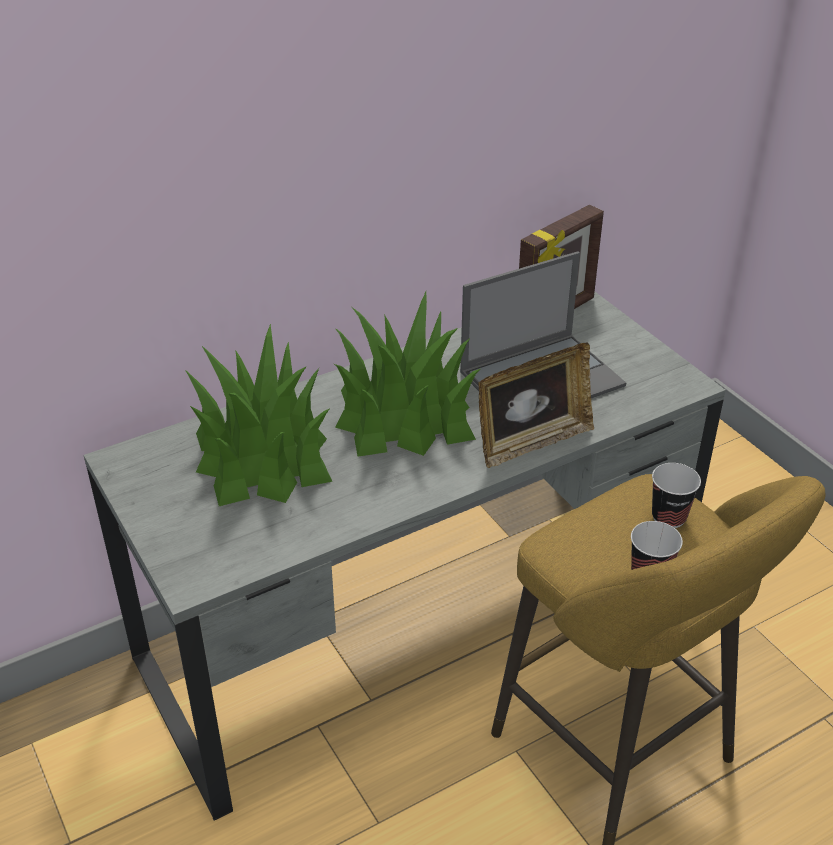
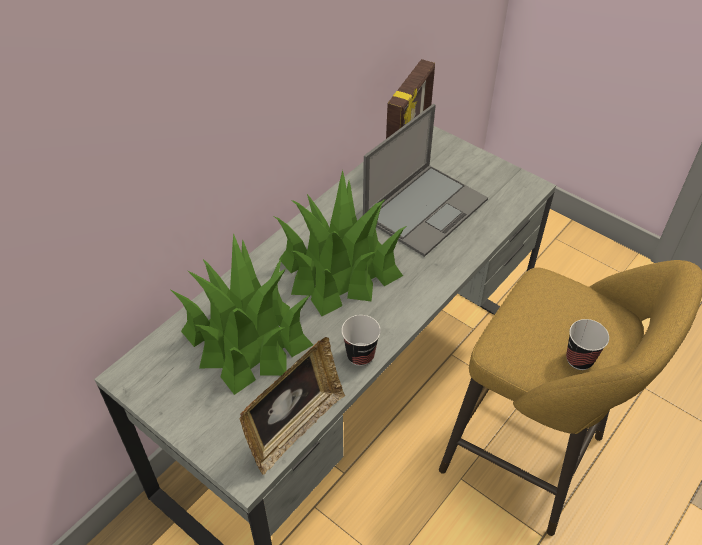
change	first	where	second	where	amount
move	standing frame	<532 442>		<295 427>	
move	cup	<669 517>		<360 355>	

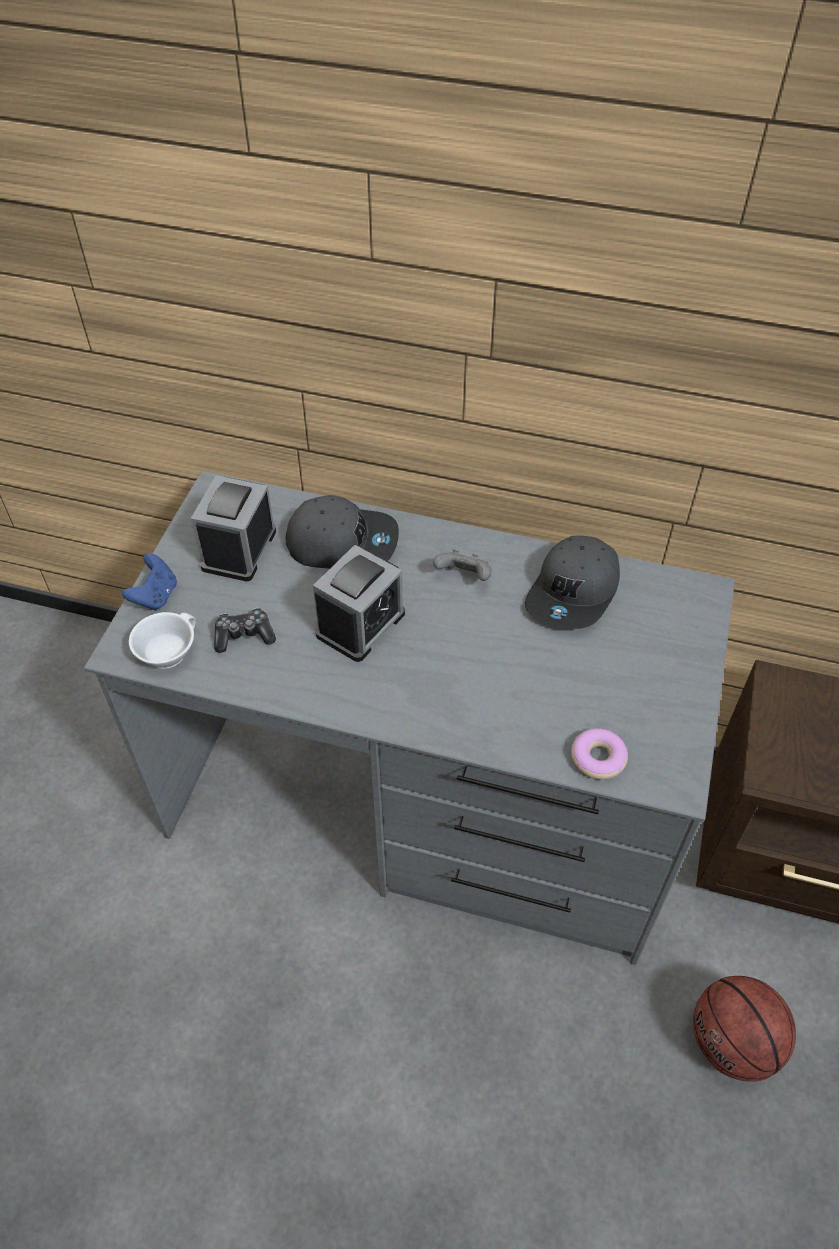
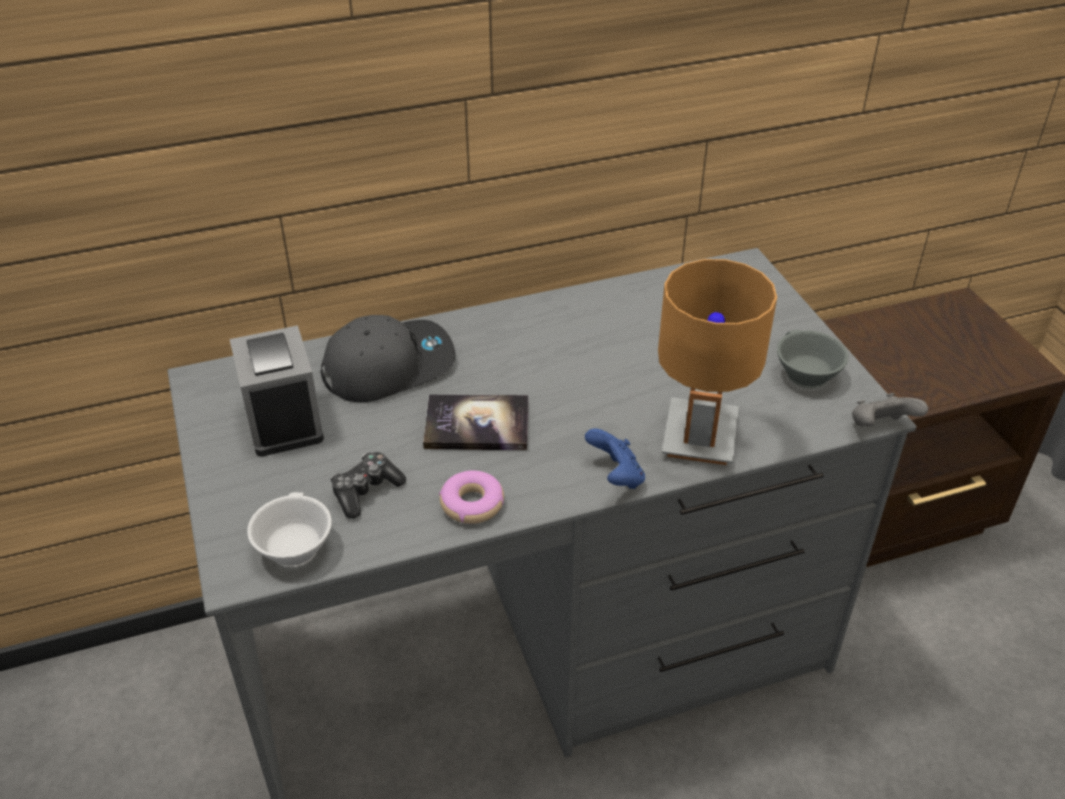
change	first	where	second	where	amount
delete	grey cap	<574 592>			
delete	basketball ball	<732 1043>			
insert			brownish table lamp	<698 437>	
insert			grey cup	<803 374>	
move	blue-coloured gamepad	<155 596>		<616 476>	
move	grey gamepad	<464 577>		<880 428>	
move	donut	<598 758>		<472 504>	
replace	table clock	<361 624>	volume	<477 424>	

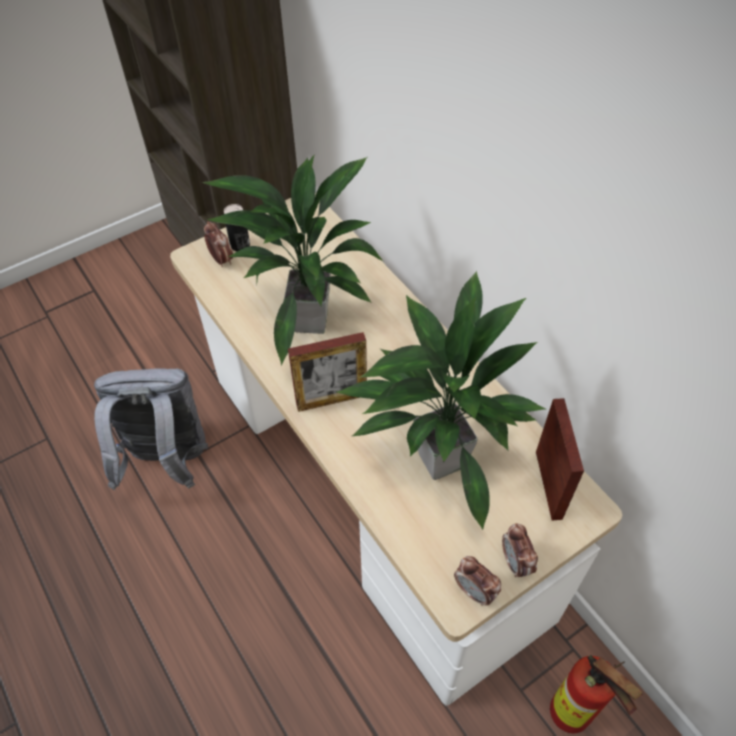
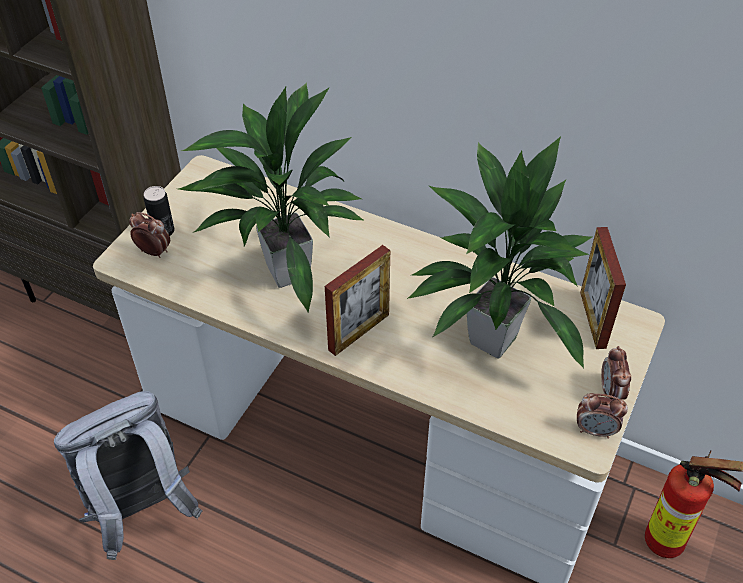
change	first	where	second	where	amount
rotate	table clock	<515 563>		<611 392>	45 degrees clockwise
rotate	standing frame	<548 484>		<592 319>	150 degrees counterclockwise

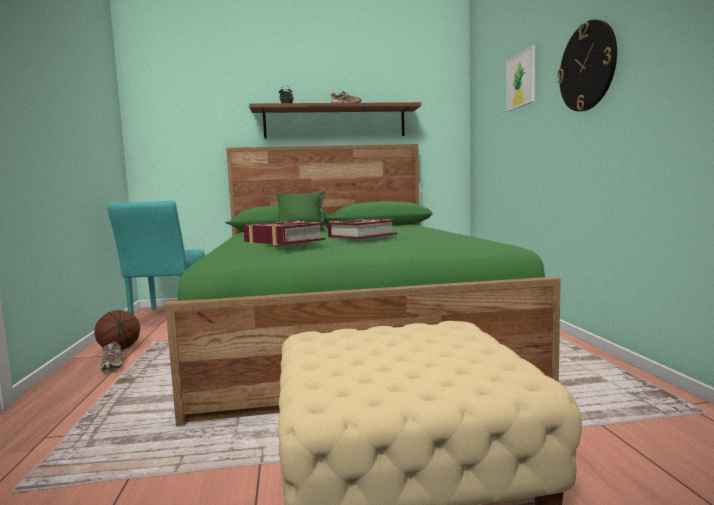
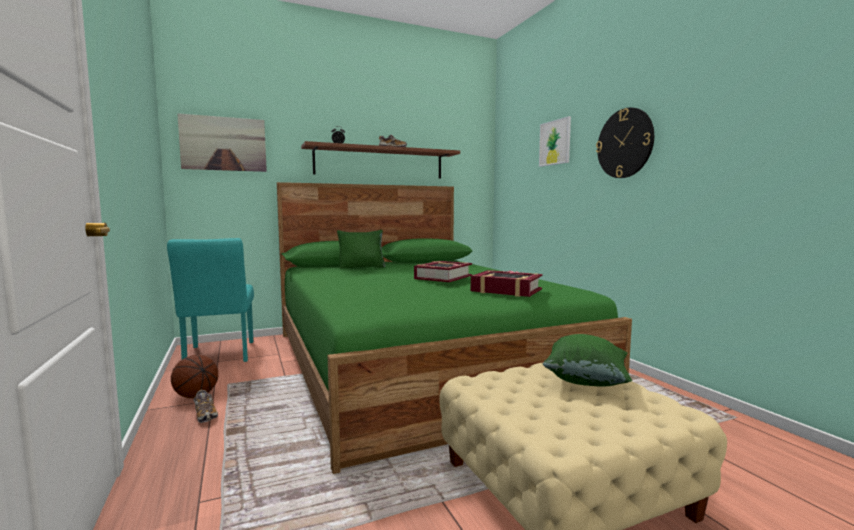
change	first	where	second	where	amount
insert			wall picture	<223 144>	
insert			green-coloured cushion	<586 381>	
move	volume	<283 241>		<506 290>	

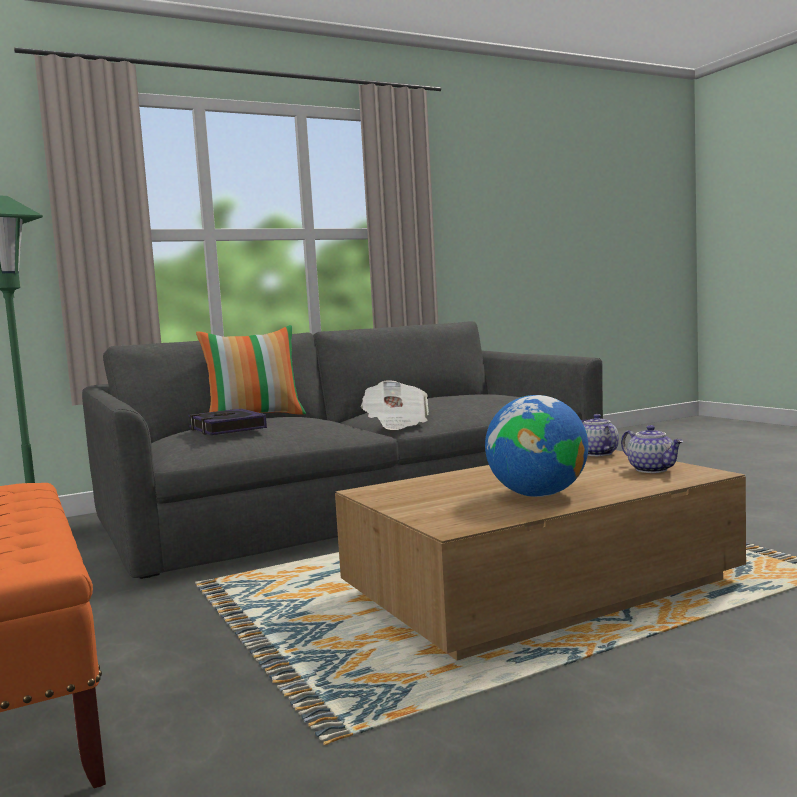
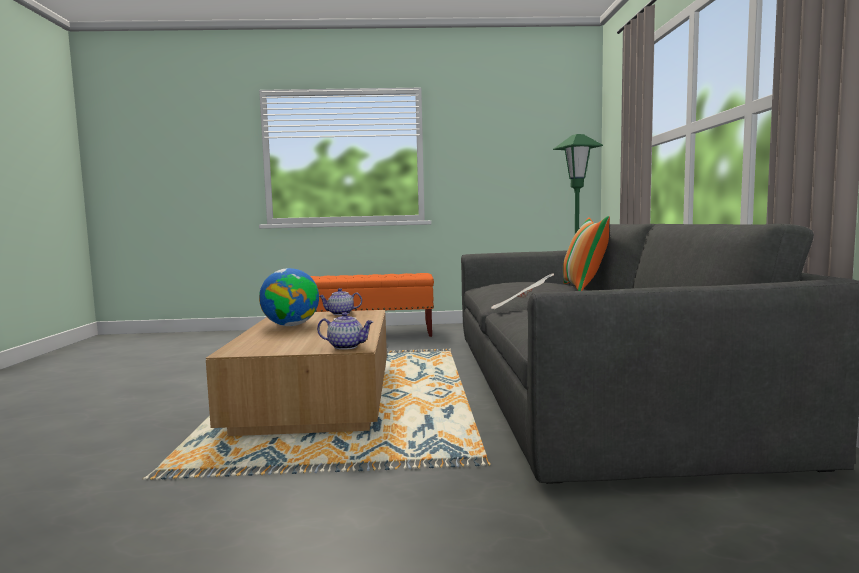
change	first	where	second	where	amount
delete	volume	<226 428>			
move	tea pot	<652 469>		<340 313>	

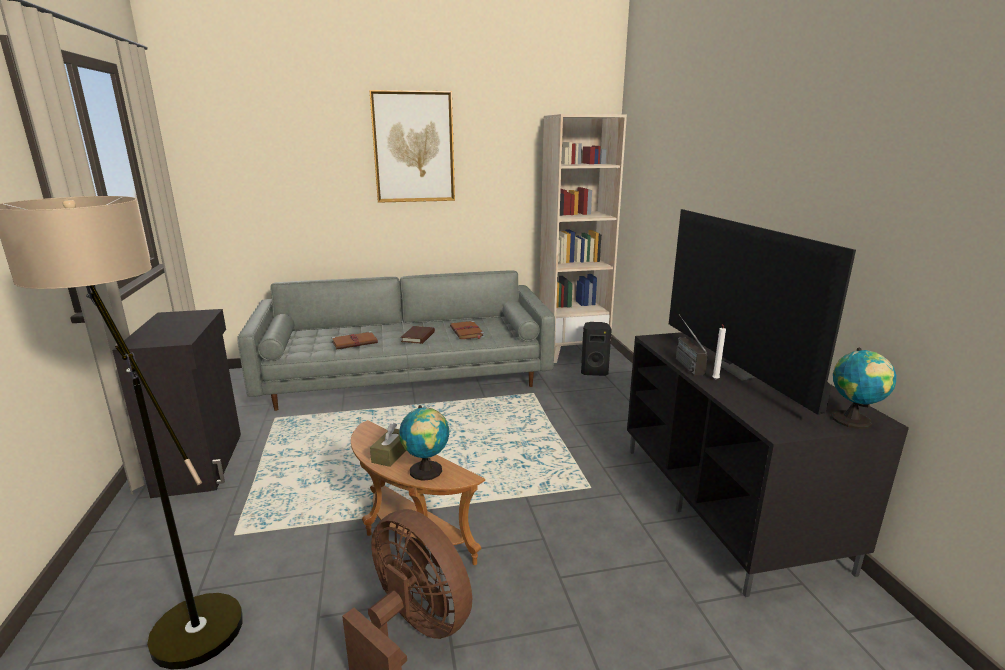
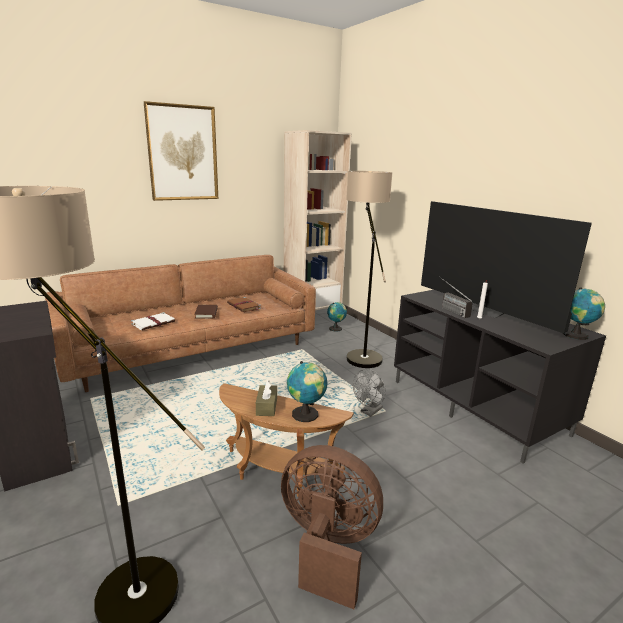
change	first	where	second	where	amount
insert			floor lamp	<360 353>	
insert			grey electric fan	<369 412>	
replace	black loudspeaker	<594 372>	desk globe	<336 328>	
recolor	grey couch	<406 377>	brownish couch	<191 349>	
recolor	brownish volume	<355 342>	white volume	<154 323>	

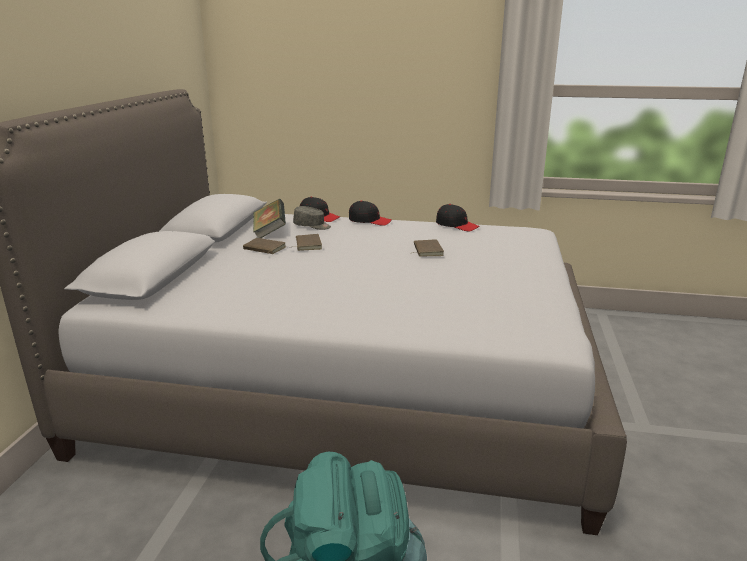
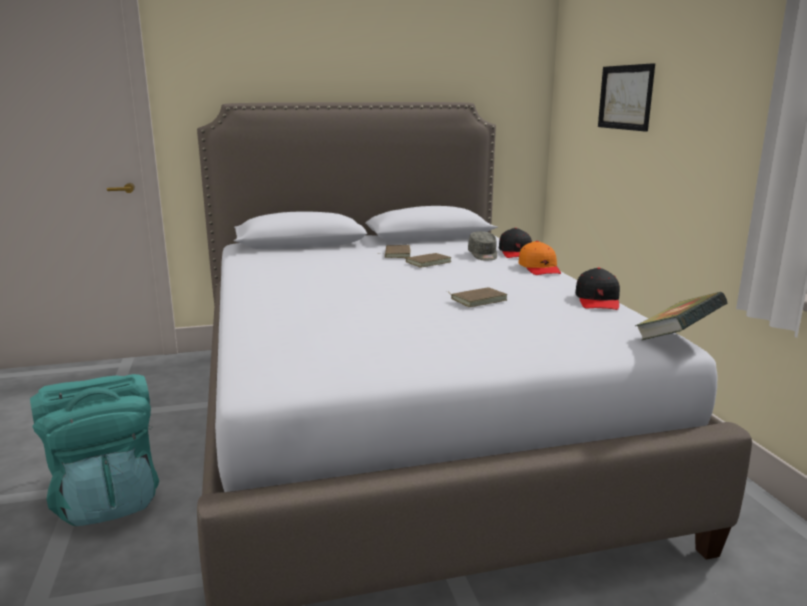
change	first	where	second	where	amount
insert			wall picture	<625 97>	
move	volume	<270 232>		<677 339>	
recolor	black cap	<369 221>	orange-coloured cap	<539 268>	

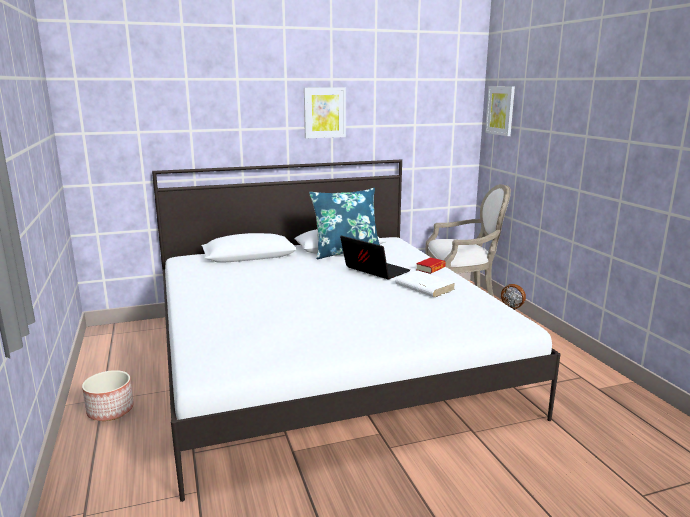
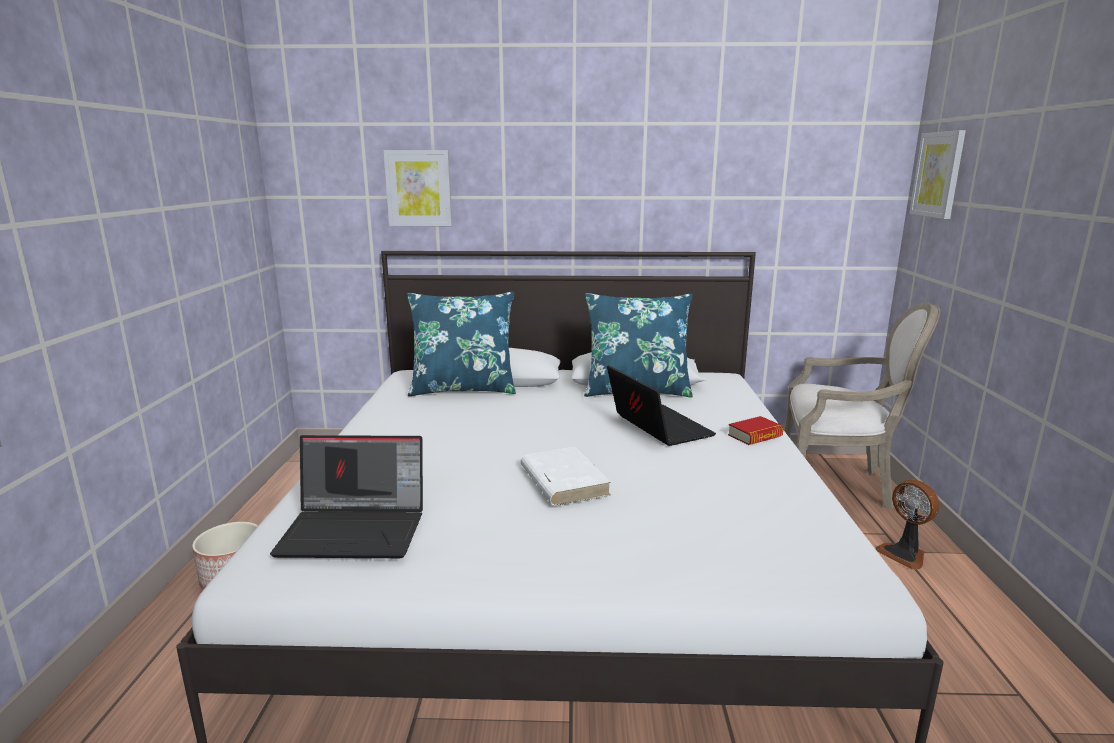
change	first	where	second	where	amount
insert			notebook computer	<356 530>	
insert			blue-coloured cushion	<463 389>	
move	wall picture	<324 112>		<419 188>	
move	white volume	<424 287>		<563 480>	

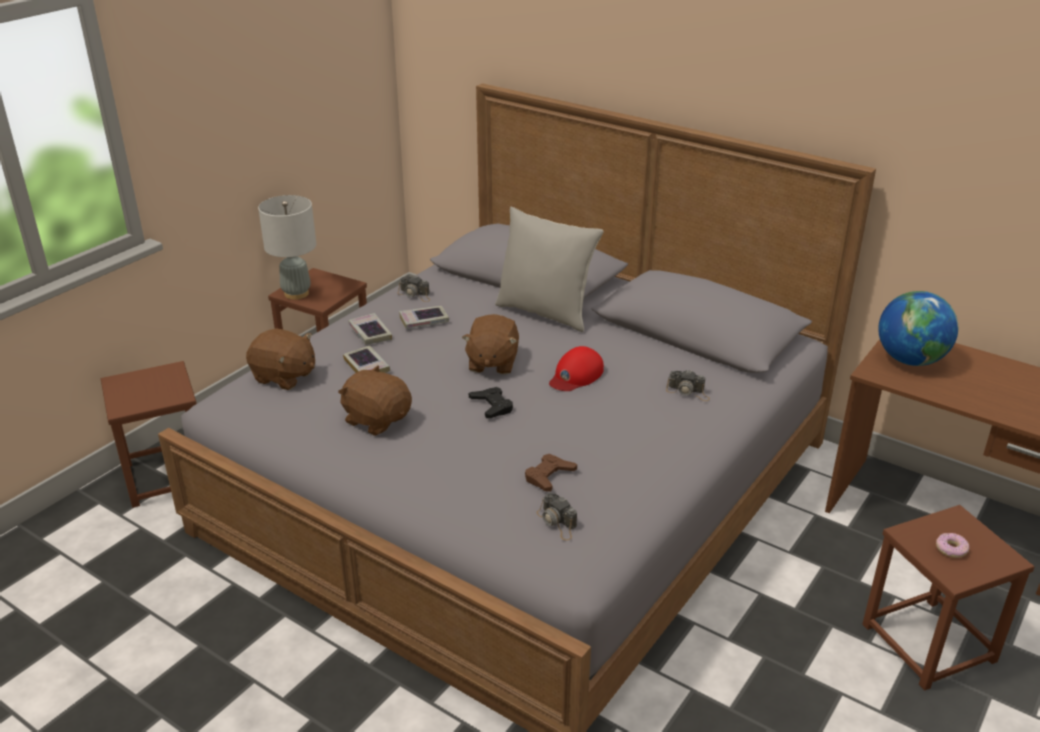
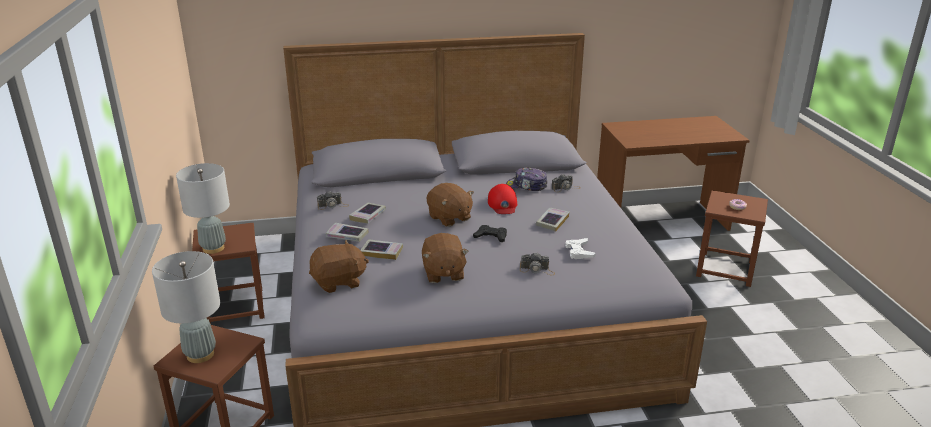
change	first	where	second	where	amount
delete	grey cushion	<545 312>			
delete	desk globe	<910 360>			
insert			grey table lamp	<200 354>	
insert			cap	<526 186>	
insert			volume	<552 222>	
move	still camera	<557 522>		<537 270>	
recolor	brownish gamepad	<549 476>	white gamepad	<579 252>	
rotate	brownish soft toy	<377 419>		<443 273>	90 degrees counterclockwise

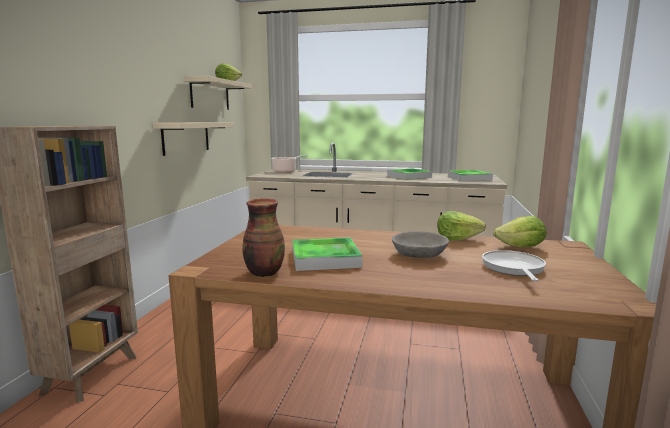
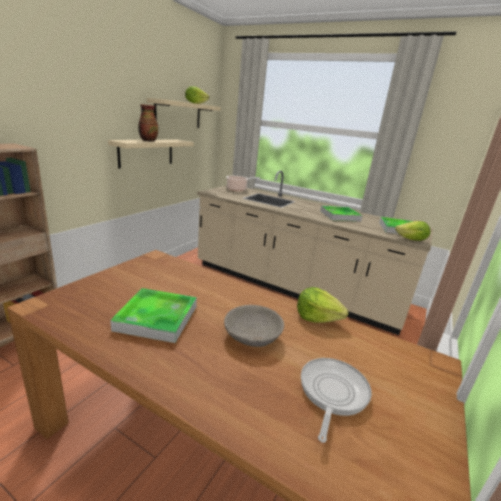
change	first	where	second	where	amount
move	vase	<263 272>		<148 141>	
move	head of lettuce	<521 247>		<411 240>	

